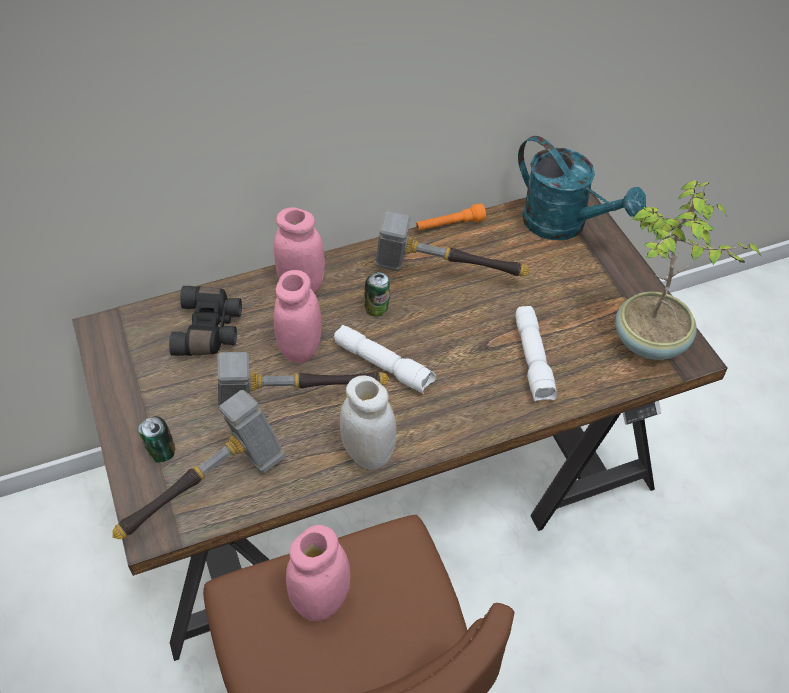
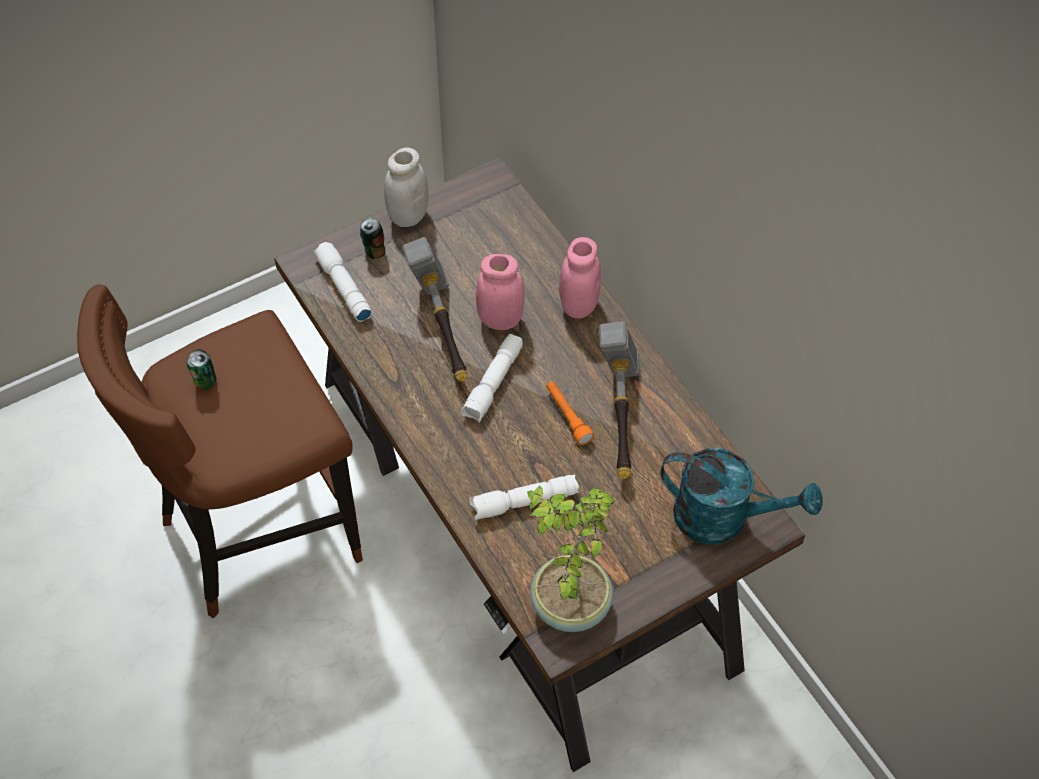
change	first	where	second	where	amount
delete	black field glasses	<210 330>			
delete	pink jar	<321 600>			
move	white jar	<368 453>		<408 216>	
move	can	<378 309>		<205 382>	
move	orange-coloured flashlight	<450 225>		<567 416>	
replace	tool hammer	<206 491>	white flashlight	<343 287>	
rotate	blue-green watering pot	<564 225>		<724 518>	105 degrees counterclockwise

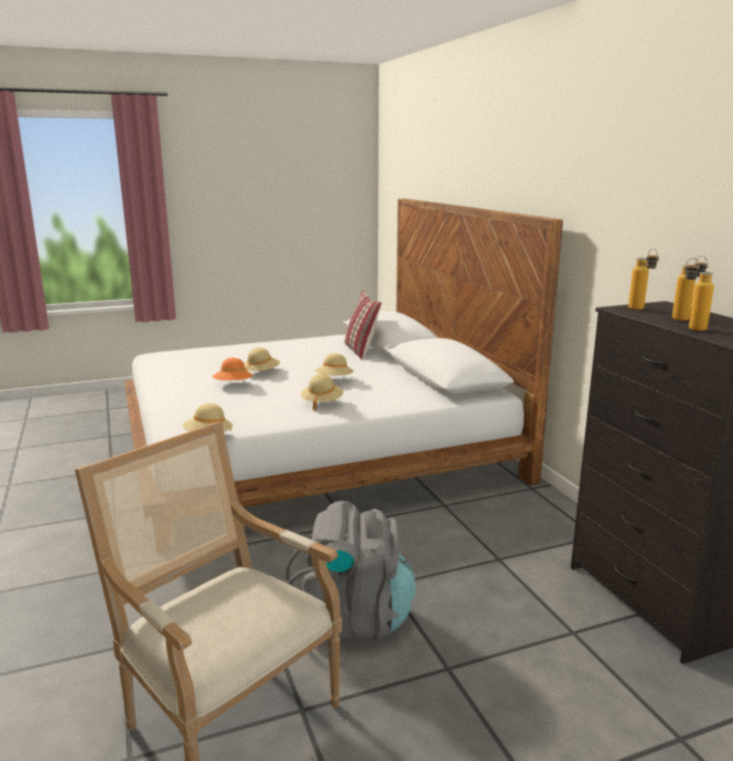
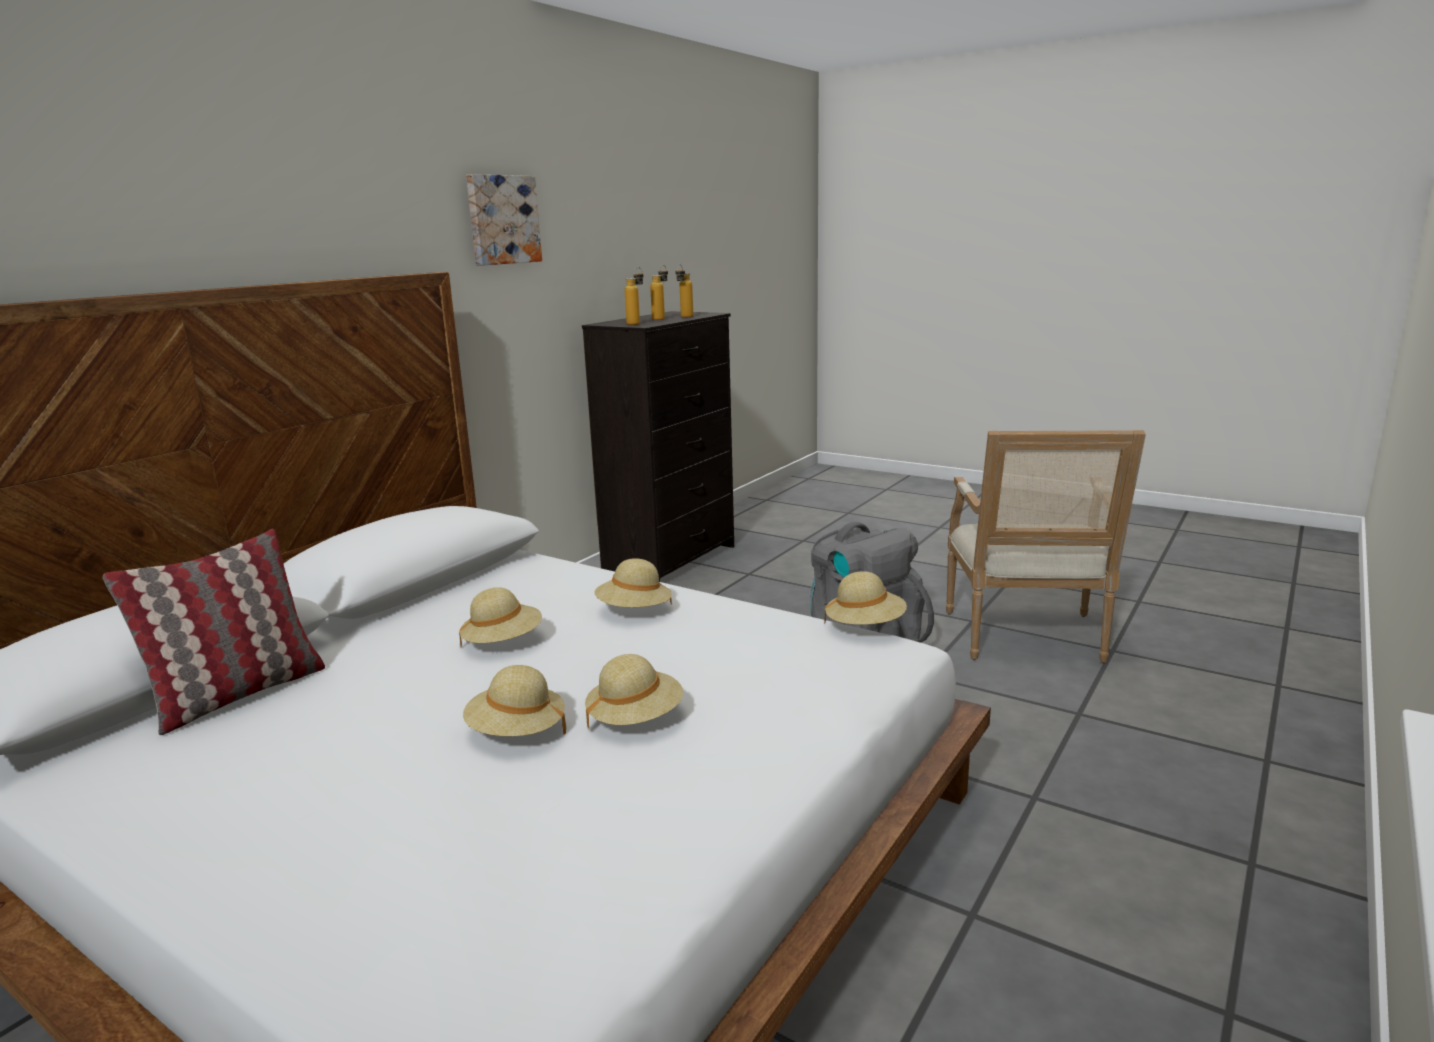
change	first	where	second	where	amount
insert			wall picture	<502 220>	
recolor	orange-coloured clothing hat	<233 385>	beige-coloured clothing hat	<635 719>	

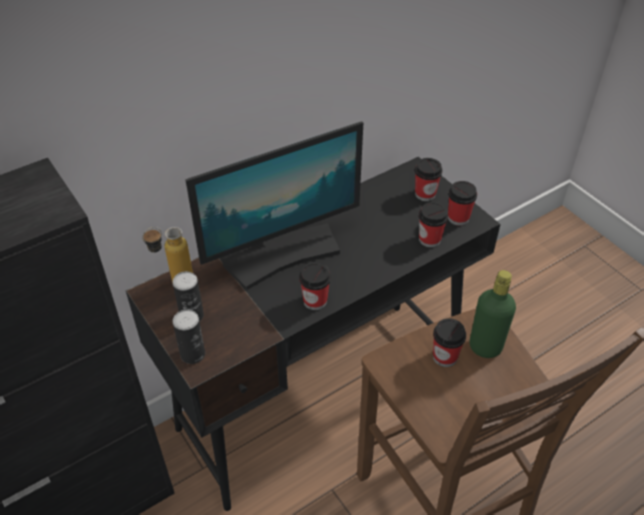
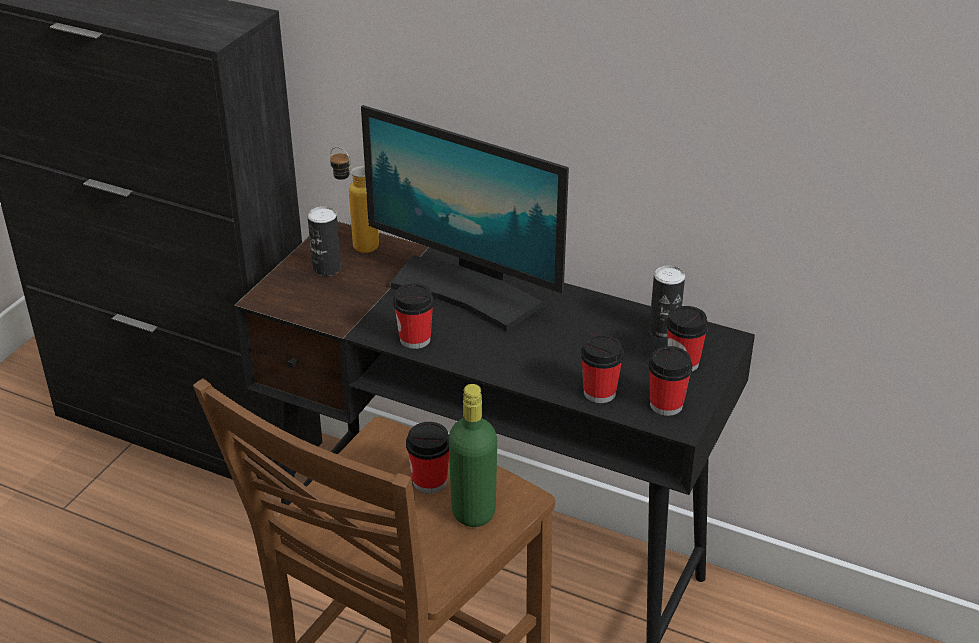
change	first	where	second	where	amount
move	can	<193 354>		<664 330>	

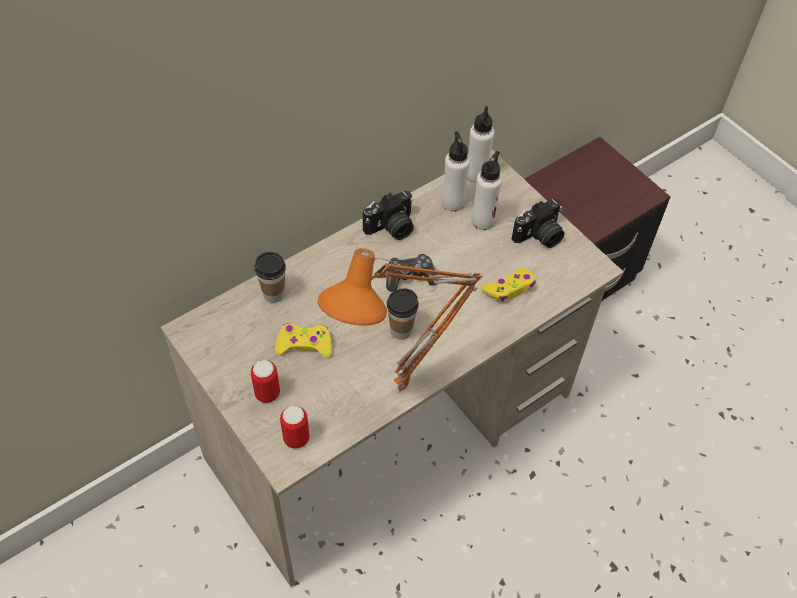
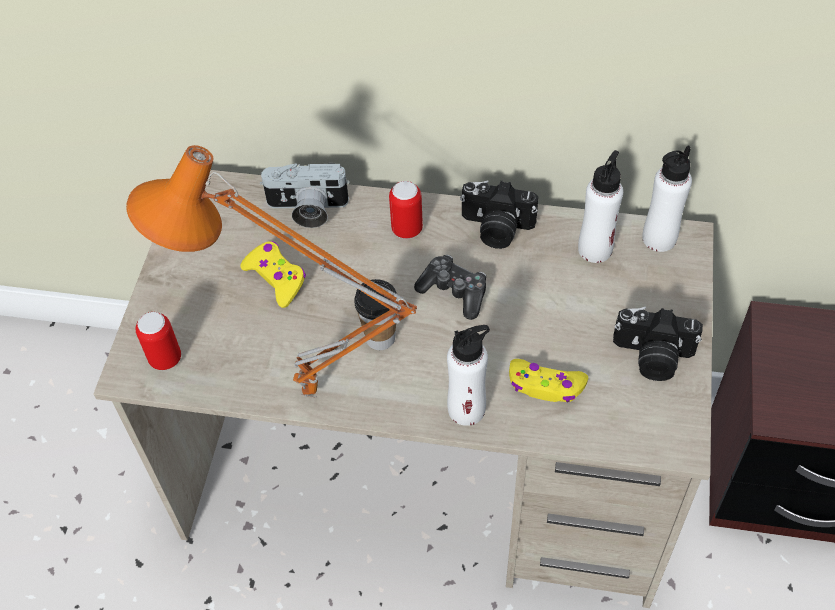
change	first	where	second	where	amount
move	can	<267 393>		<407 229>	
move	white drink bottle	<483 221>		<466 409>	
replace	cup	<274 294>	still camera	<307 210>	

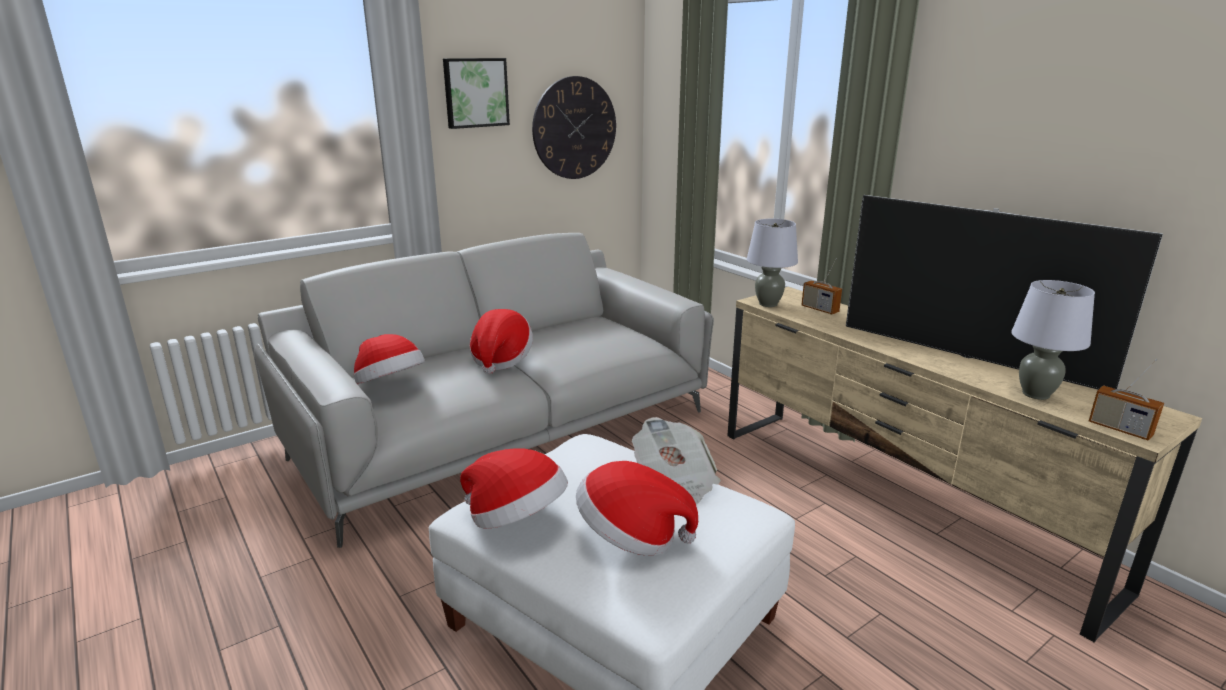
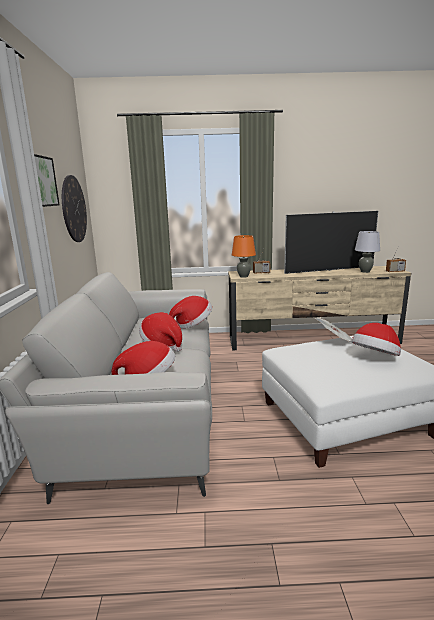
change	first	where	second	where	amount
move	clothing hat	<516 519>		<192 324>	
recolor	grey table lamp	<768 304>	orange-coloured table lamp	<243 276>	

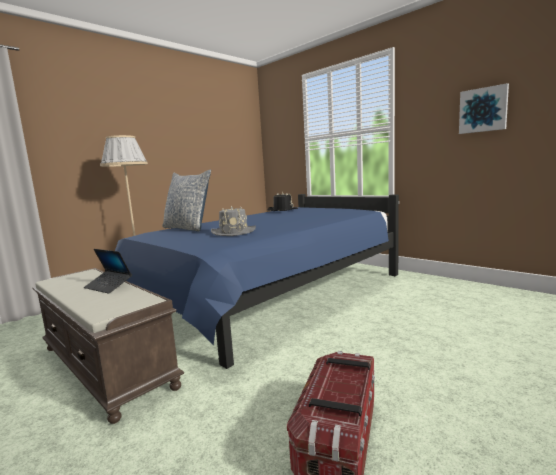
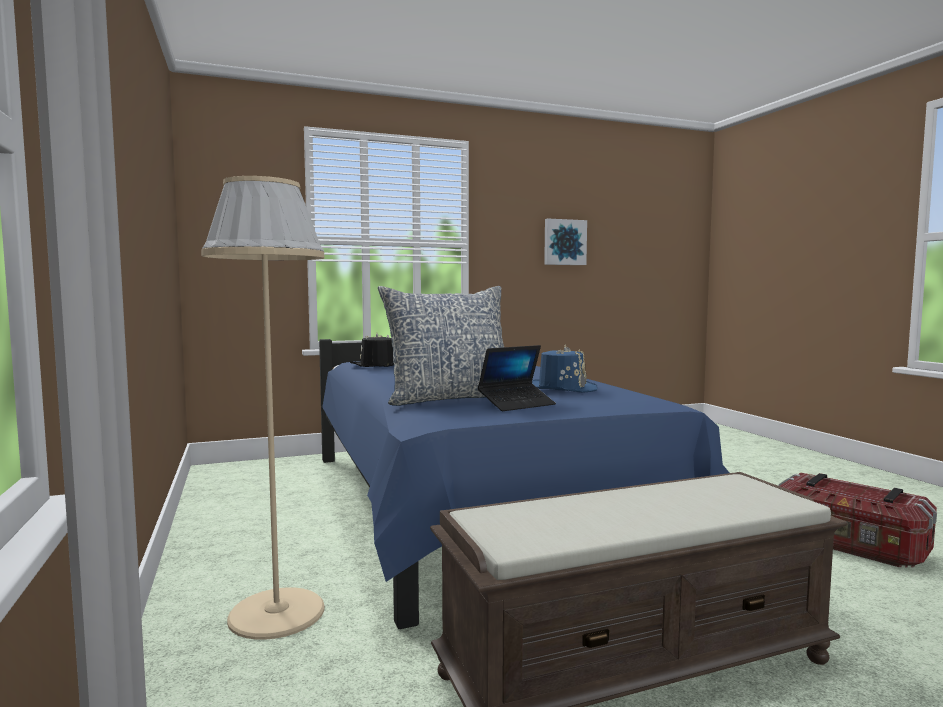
change	first	where	second	where	amount
move	notebook computer	<108 286>		<517 404>	
recolor	grey clothing hat	<234 232>	blue-coloured clothing hat	<561 388>	

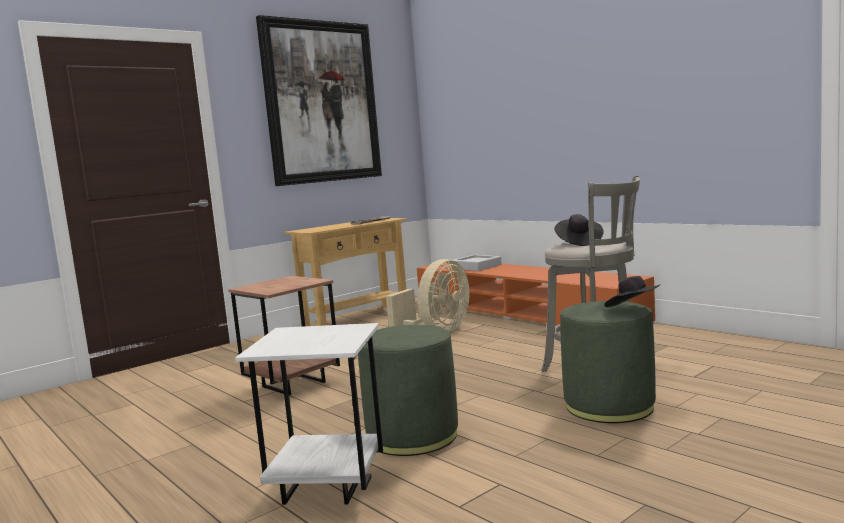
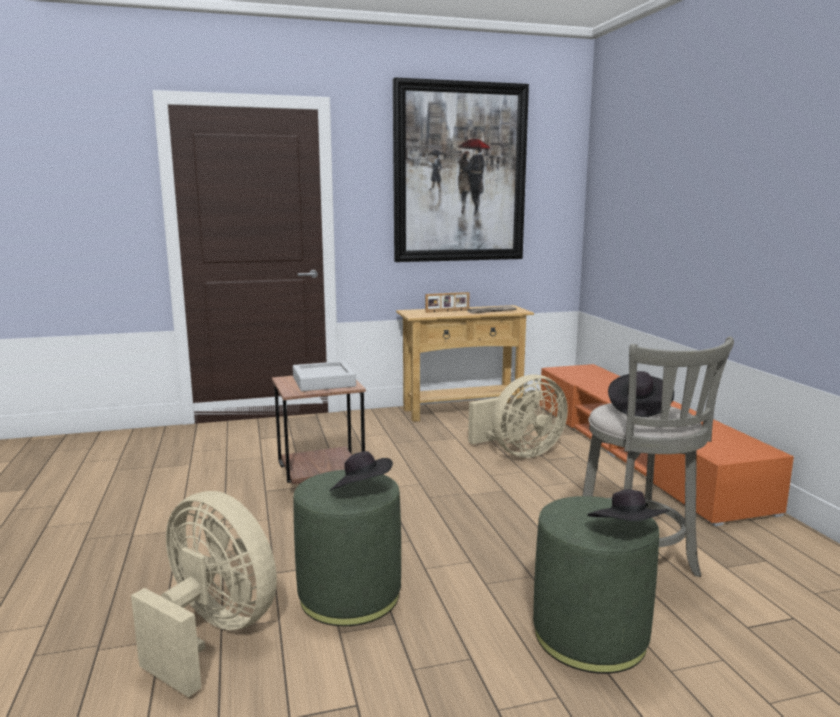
change	first	where	second	where	amount
insert			black clothing hat	<361 490>	
insert			standing frame	<447 311>	
move	grey serving tray	<476 267>		<323 382>	
replace	white side table	<326 488>	beige-coloured electric fan	<212 633>	

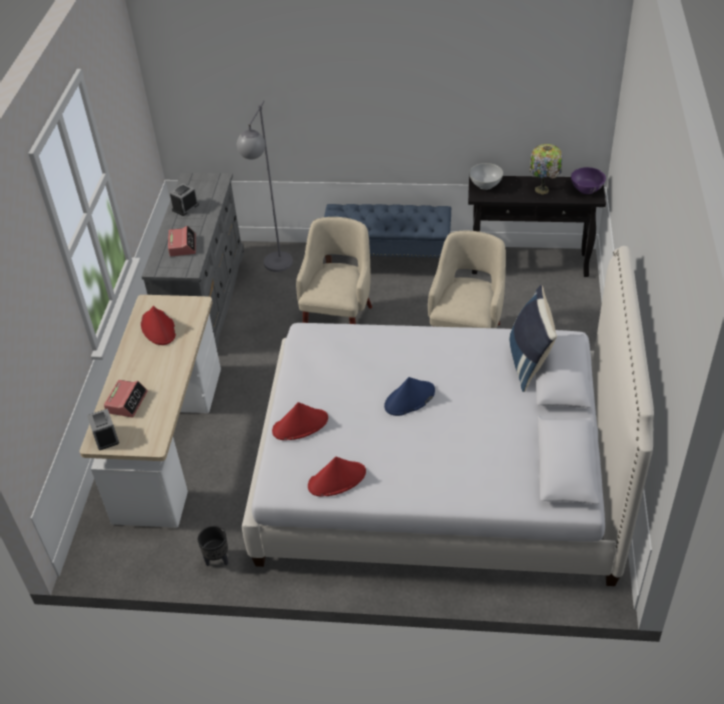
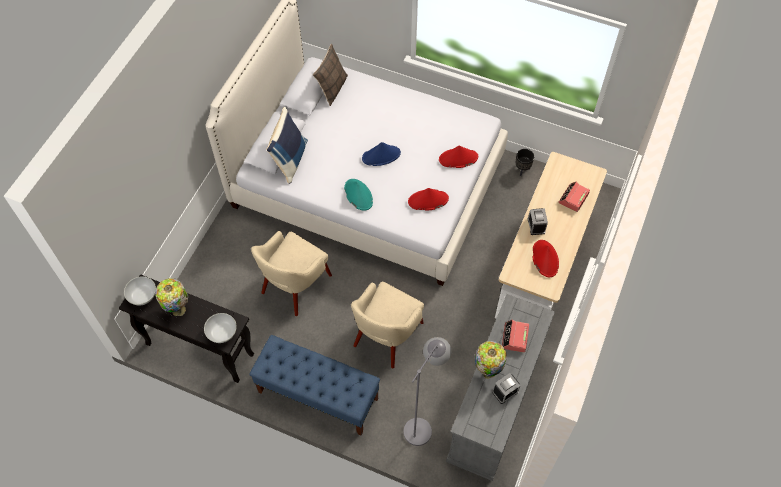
change	first	where	second	where	amount
insert			cushion	<332 88>	
insert			blue-green clothing hat	<358 195>	
insert			table lamp	<487 371>	
move	table clock	<105 437>		<536 225>	
move	red-coloured clothing hat	<337 479>		<428 200>	
recolor	purplish deep dish	<586 189>	white deep dish	<143 296>	

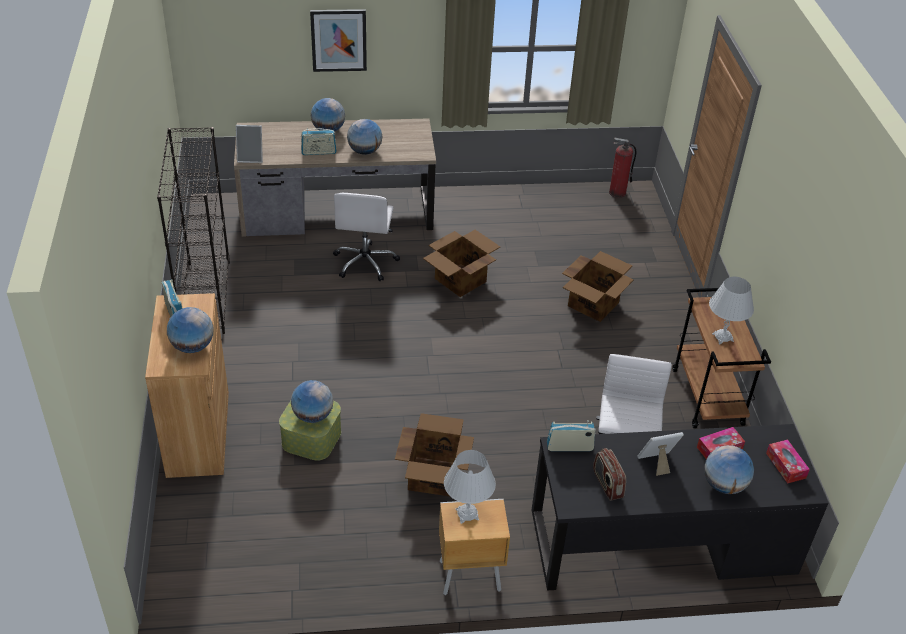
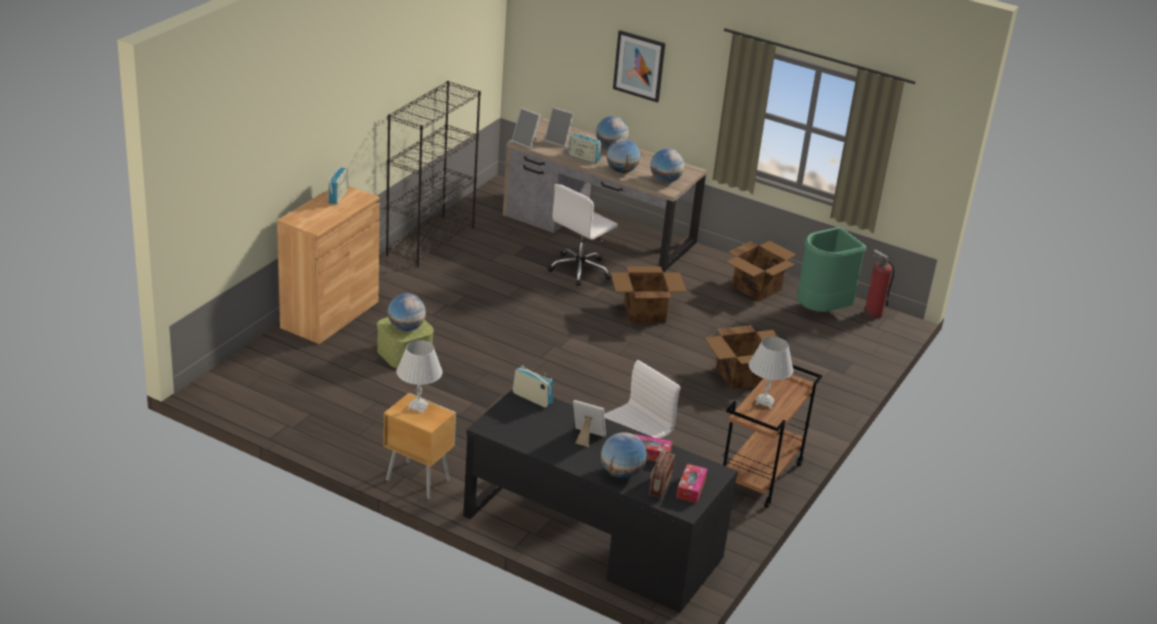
change	first	where	second	where	amount
insert			standing frame	<558 141>	
insert			green-coloured waste bin	<821 310>	
move	desk globe	<192 346>		<665 180>	
move	carton	<434 476>		<757 288>	
move	radio	<607 484>		<660 486>	

